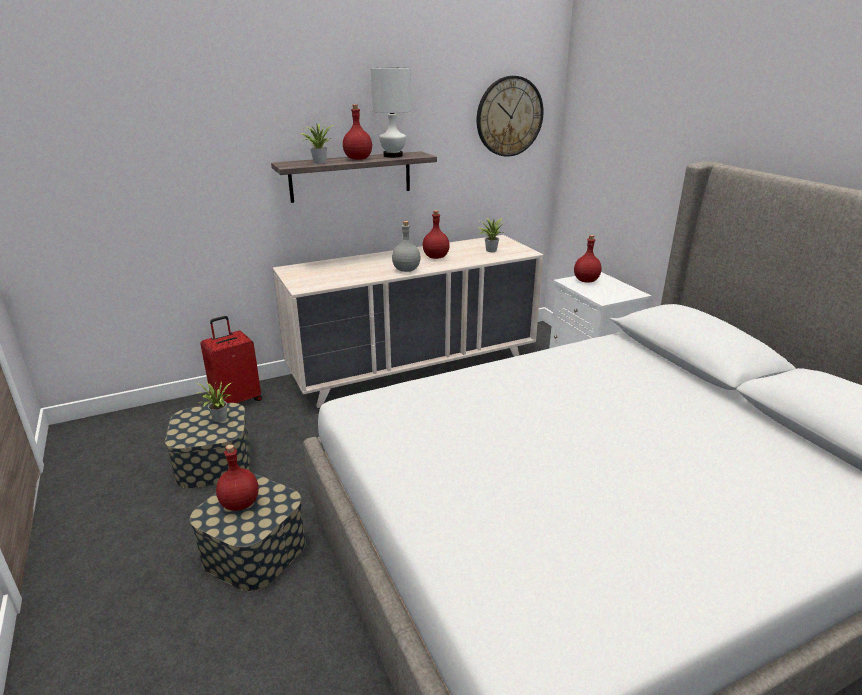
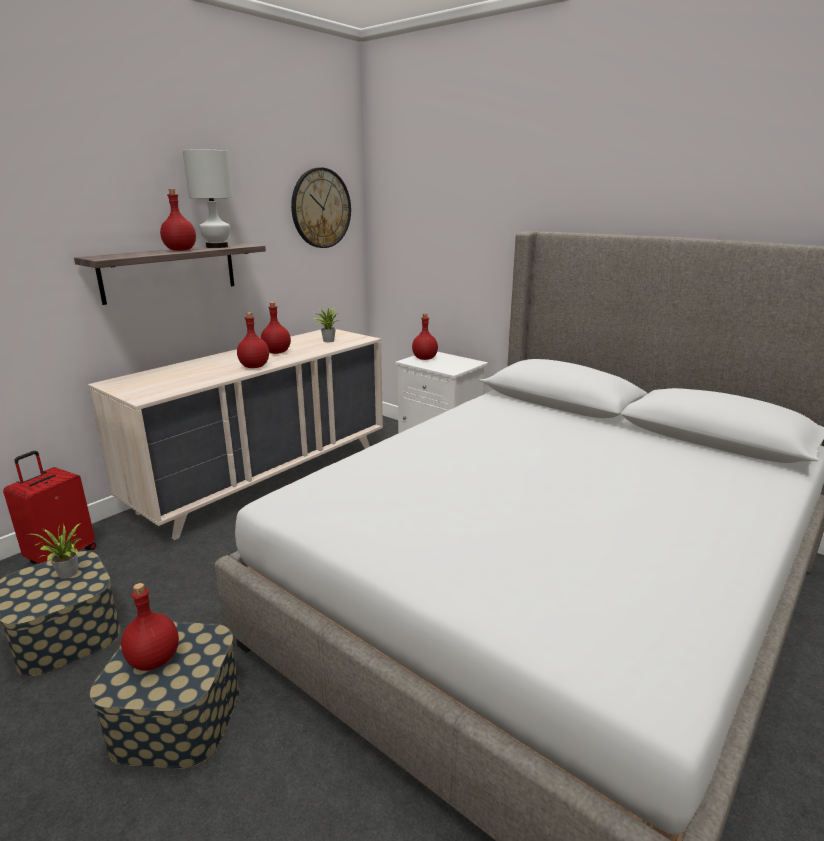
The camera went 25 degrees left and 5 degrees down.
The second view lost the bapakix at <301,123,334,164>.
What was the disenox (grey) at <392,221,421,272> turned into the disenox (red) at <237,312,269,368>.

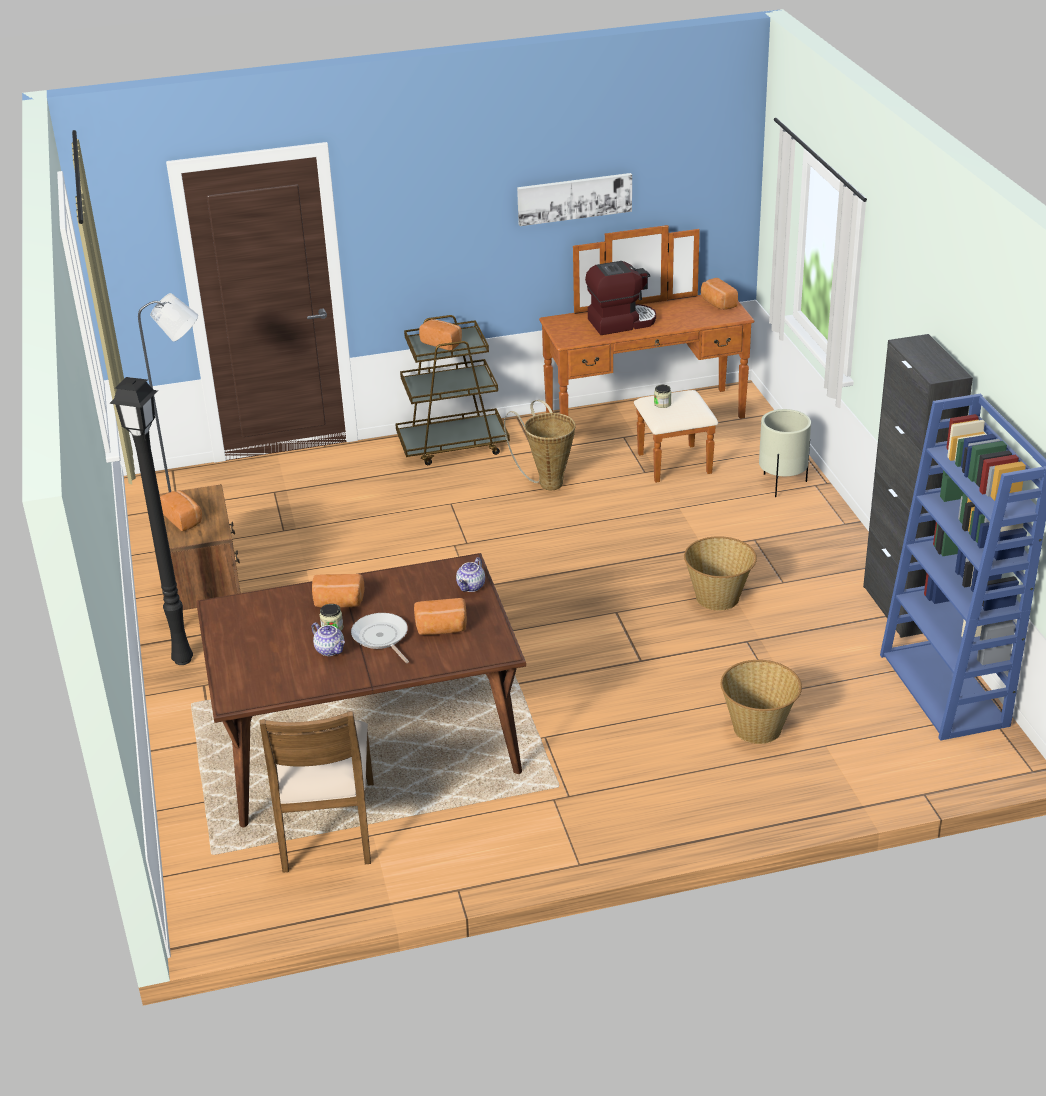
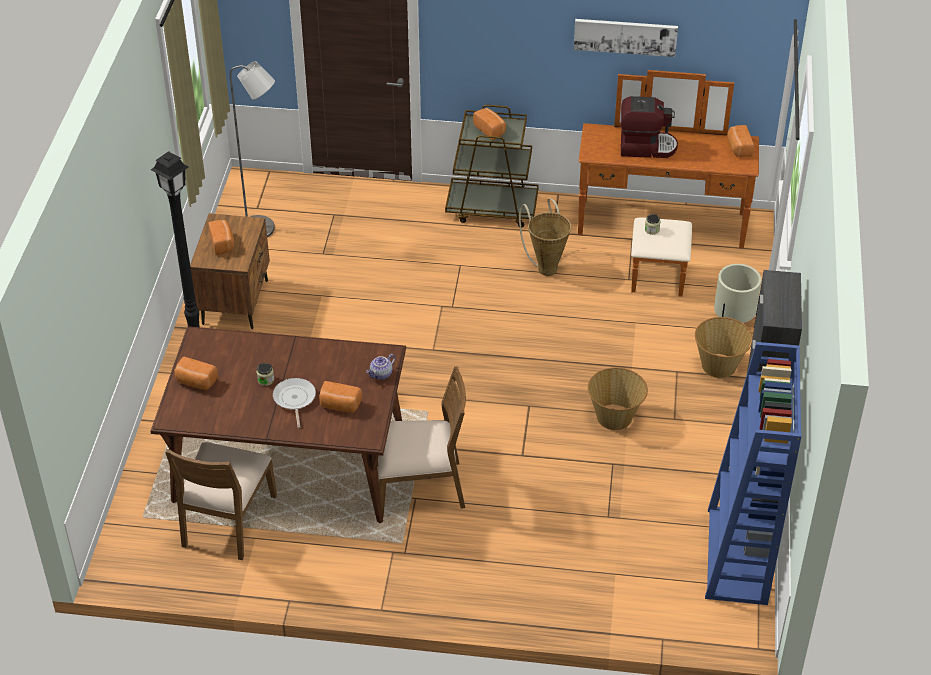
The camera went 20 degrees right and 10 degrees up.
The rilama ended up elsewhere, having gone from <312,574,364,608> to <174,357,218,390>.
The second view lost the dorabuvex at <312,623,345,656>.
The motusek ended up elsewhere, having gone from <721,660,802,744> to <695,317,753,378>.
The second view gained the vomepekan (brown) at <377,366,466,517>.

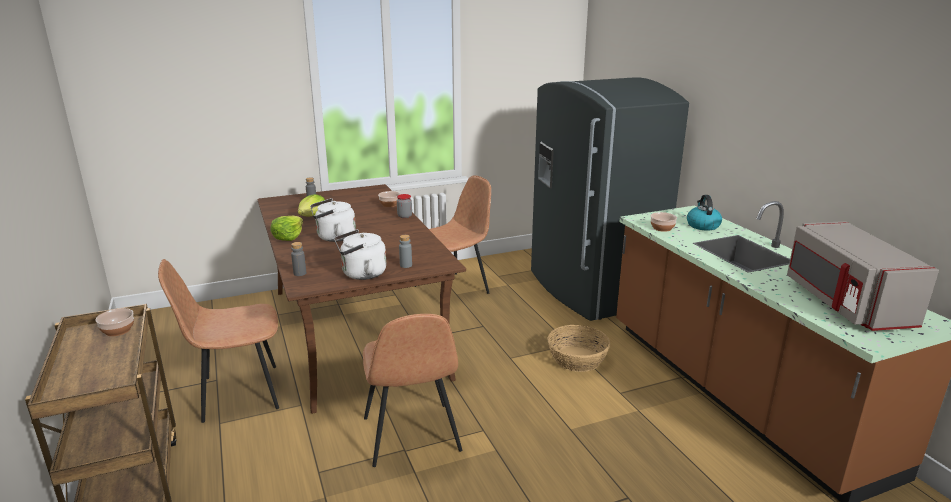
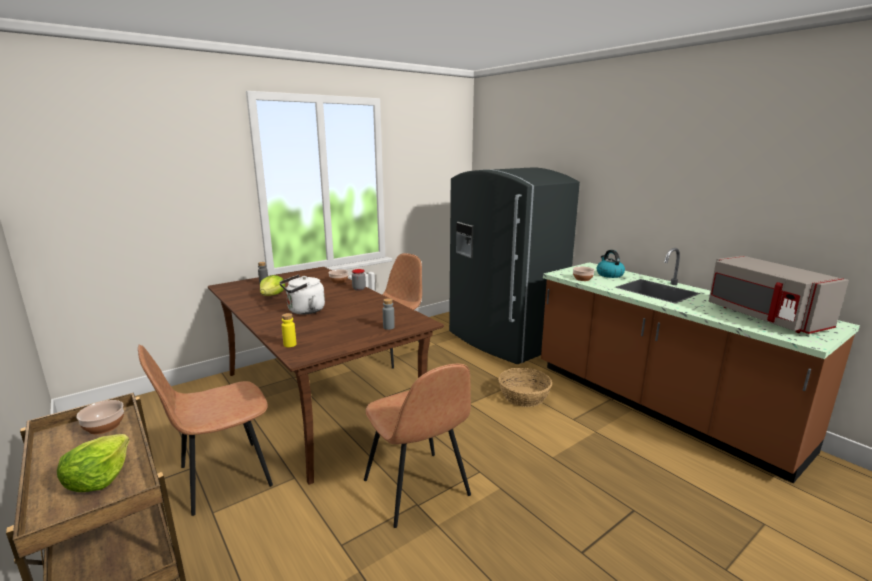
The camera went 15 degrees left and 5 degrees down.
The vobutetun ended up elsewhere, having gone from <270,216,303,241> to <57,434,130,492>.
The second view lost the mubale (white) at <334,229,386,280>.
What was the disenox (grey) at <291,242,306,276> turned into the disenox (yellow) at <281,313,297,347>.

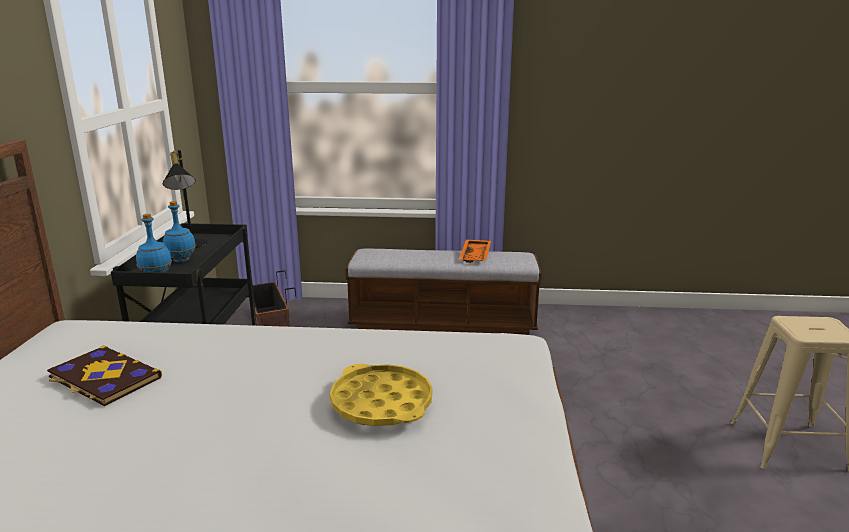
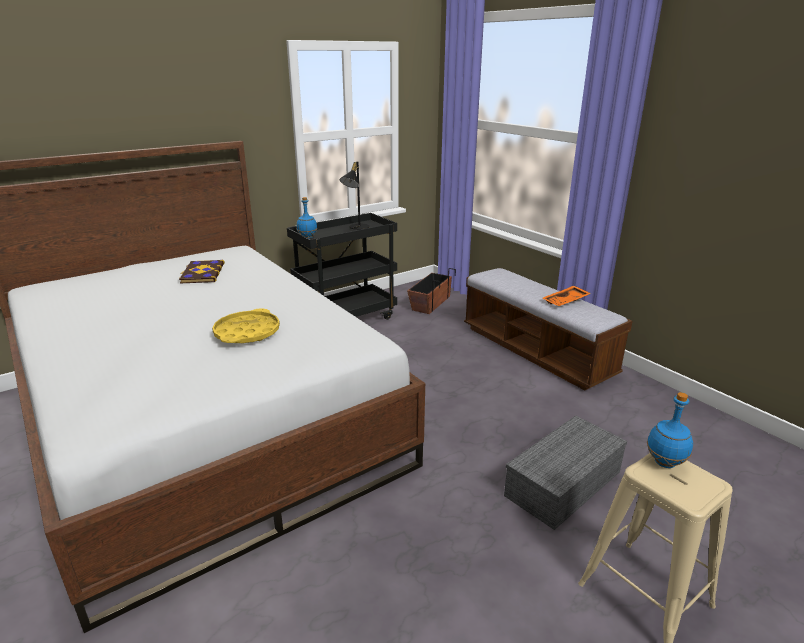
The camera went 50 degrees right and 5 degrees up.
The disenox (blue) ended up elsewhere, having gone from <163,201,196,262> to <647,392,693,468>.
The second view gained the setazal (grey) at <504,416,627,530>.

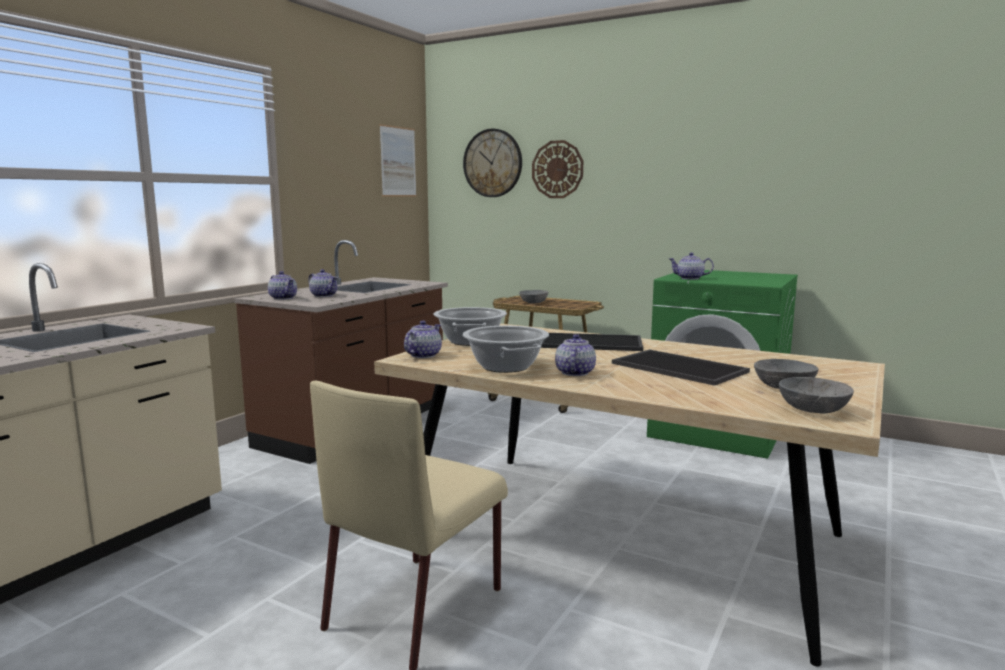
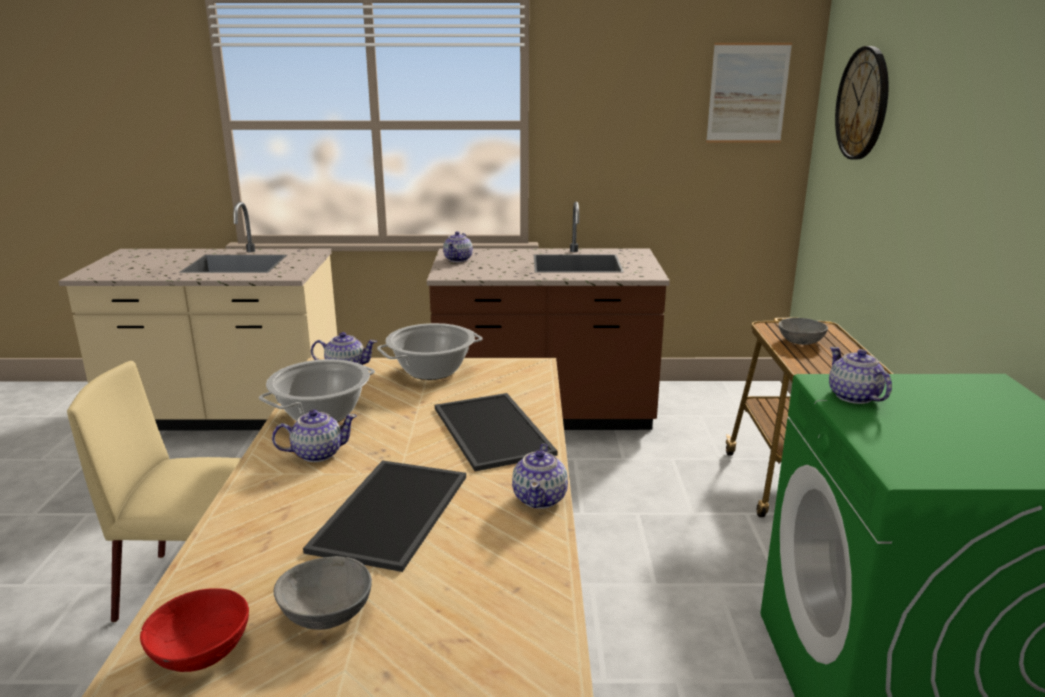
The camera went 60 degrees right and 10 degrees up.
The second view lost the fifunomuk at <532,140,583,198>.
The dorabuvex ended up elsewhere, having gone from <308,269,338,297> to <512,443,568,509>.
What was the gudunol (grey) at <779,377,854,413> turned into the gudunol (red) at <140,588,249,672>.

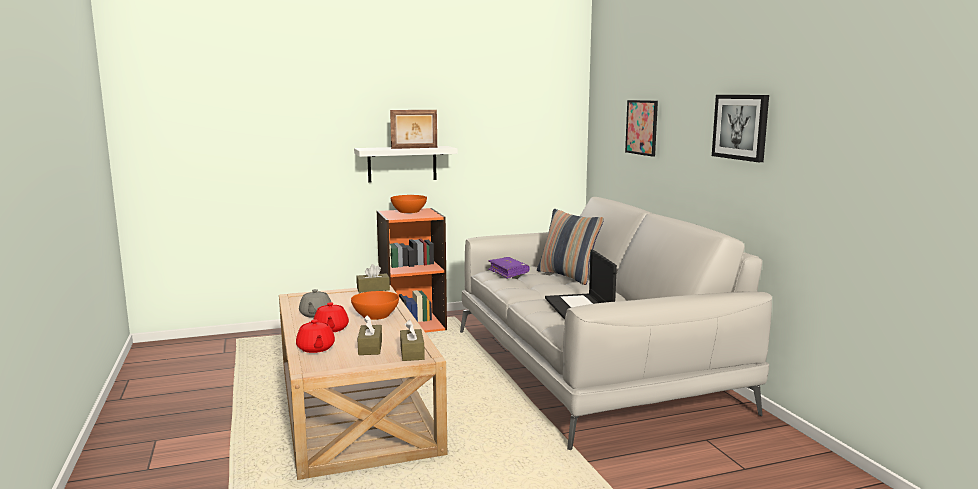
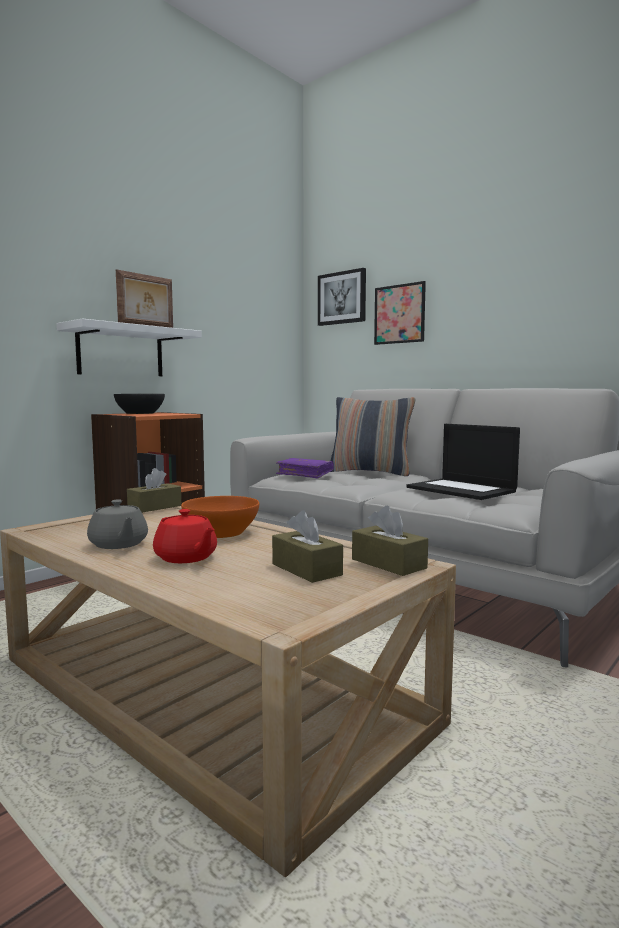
The camera went 30 degrees left and 5 degrees down.
The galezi ended up elsewhere, having gone from <712,95,769,162> to <318,268,366,326>.
What was the gudunol (orange) at <391,195,427,213> turned into the gudunol (black) at <114,394,165,414>.
The second view lost the dorabuvex (red) at <296,320,335,353>.

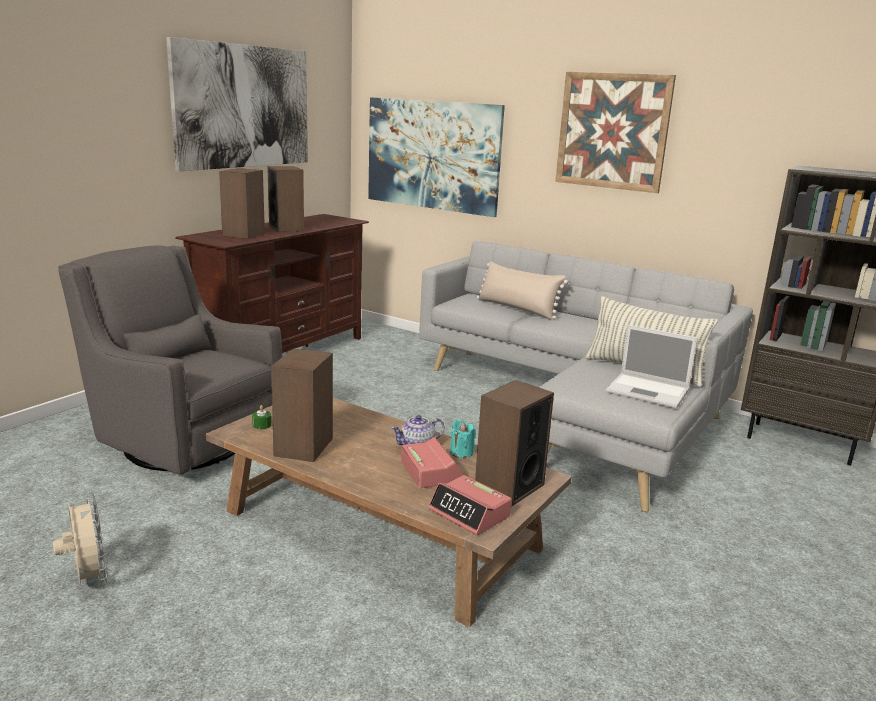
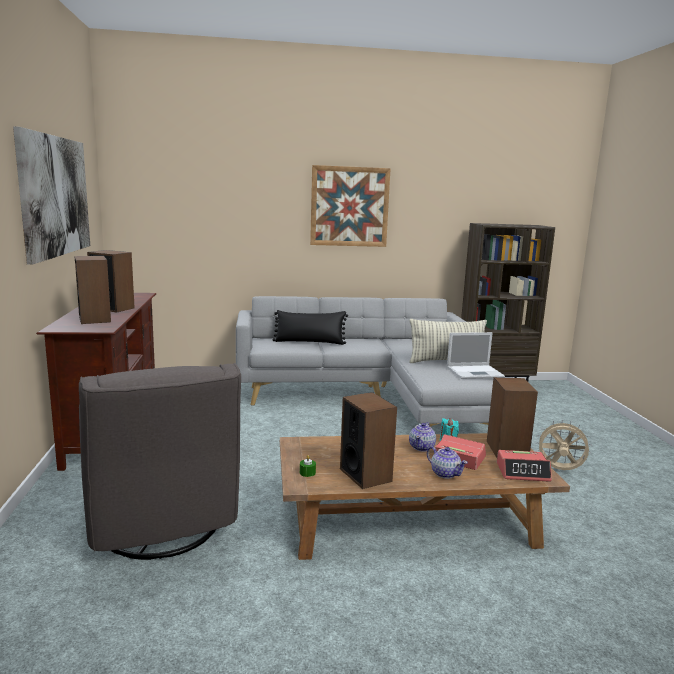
The camera went 40 degrees left and 5 degrees down.
The second view lost the galezi at <368,97,505,217>.
The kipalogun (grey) at <58,245,283,475> ended up facing another way, 105 degrees counterclockwise from before.
What was the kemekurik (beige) at <477,261,568,320> turned into the kemekurik (black) at <272,310,348,345>.
The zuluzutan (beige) ended up elsewhere, having gone from <53,492,107,586> to <537,419,592,470>.
The second view gained the dorabuvex at <427,446,468,479>.

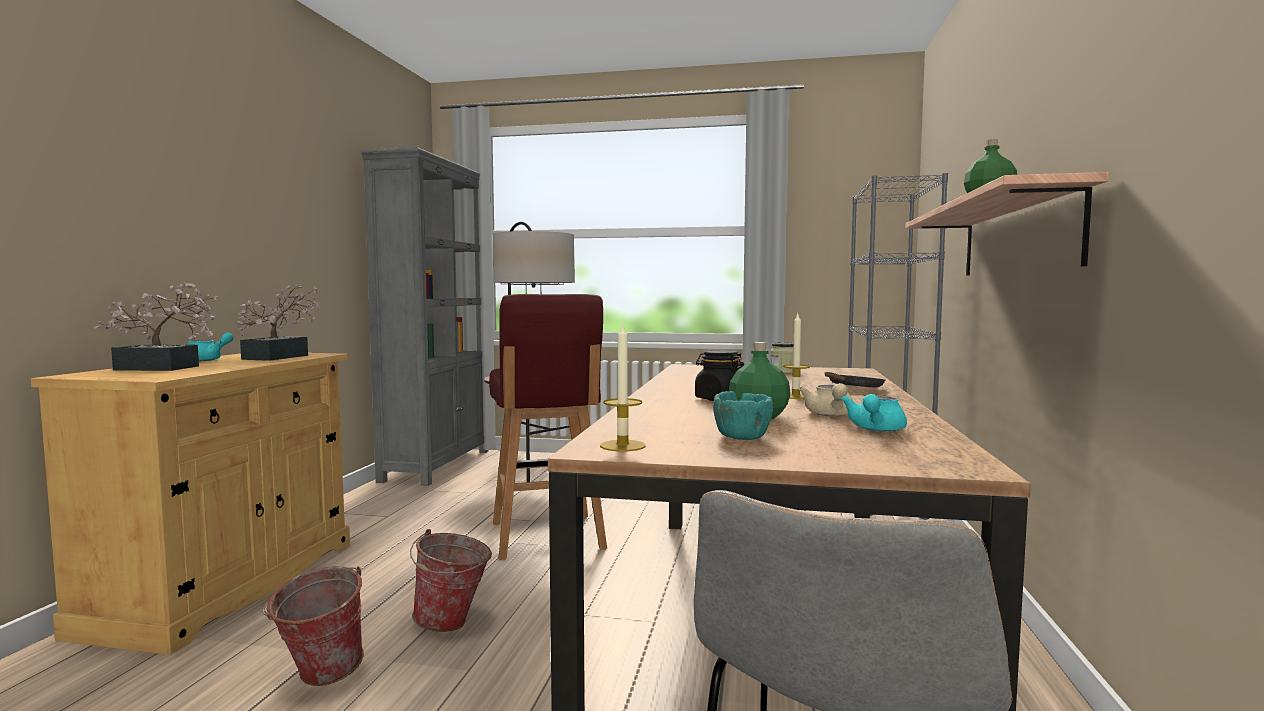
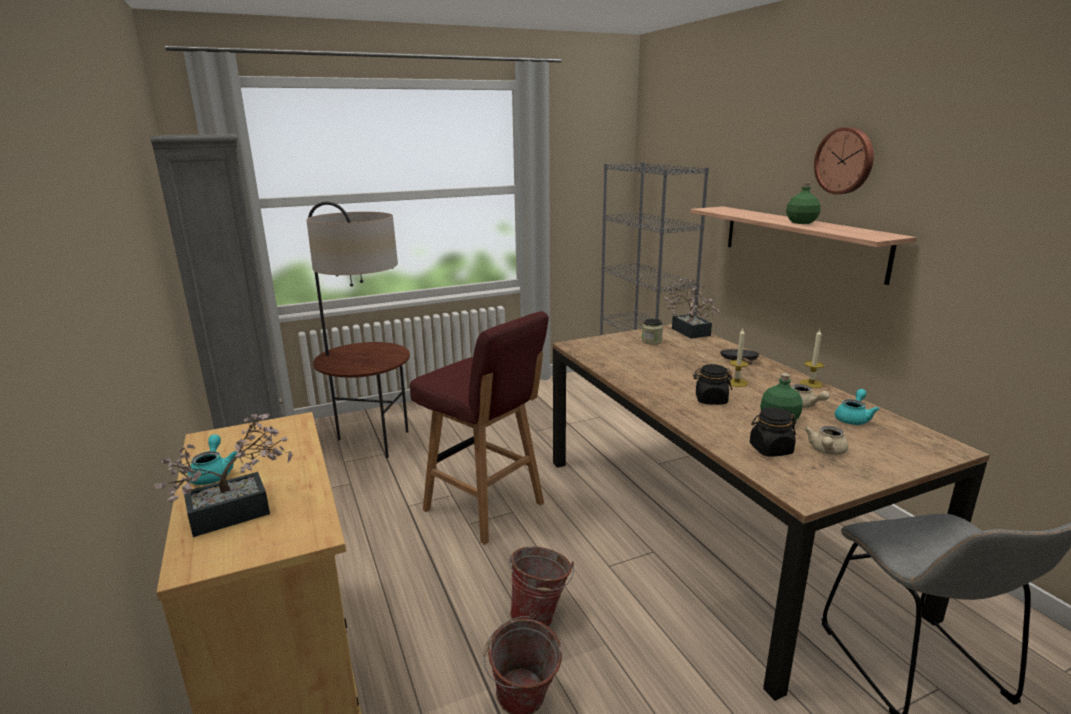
The camera went 35 degrees left and 15 degrees up.
The bapakix ended up elsewhere, having gone from <237,284,322,361> to <663,278,721,339>.
The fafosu ended up elsewhere, having gone from <600,323,646,451> to <800,329,824,388>.
Where the gudunol (turquoise) stood at <713,391,773,440>, the dorabuvex (beige) came to stand at <804,426,848,455>.
The dorabuvex (turquoise) at <841,394,907,432> ended up facing another way, 135 degrees counterclockwise from before.
The second view gained the fifunomuk at <814,127,874,194>.
The second view gained the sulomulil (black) at <750,407,796,457>.

